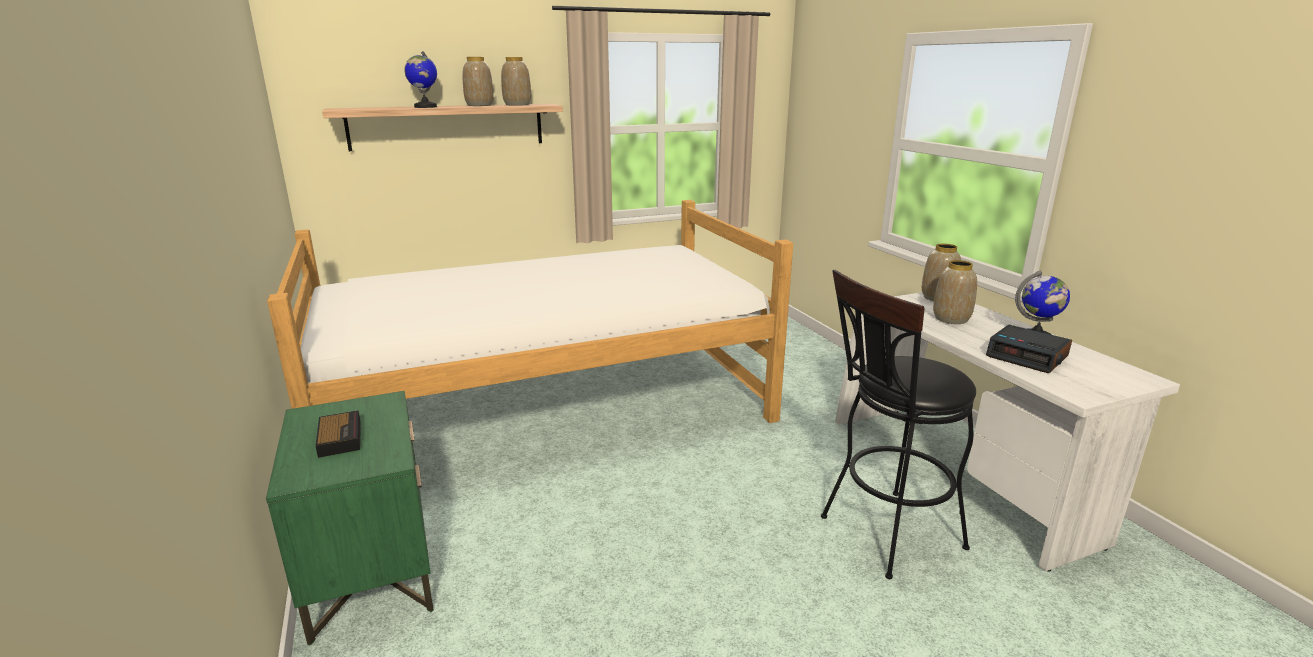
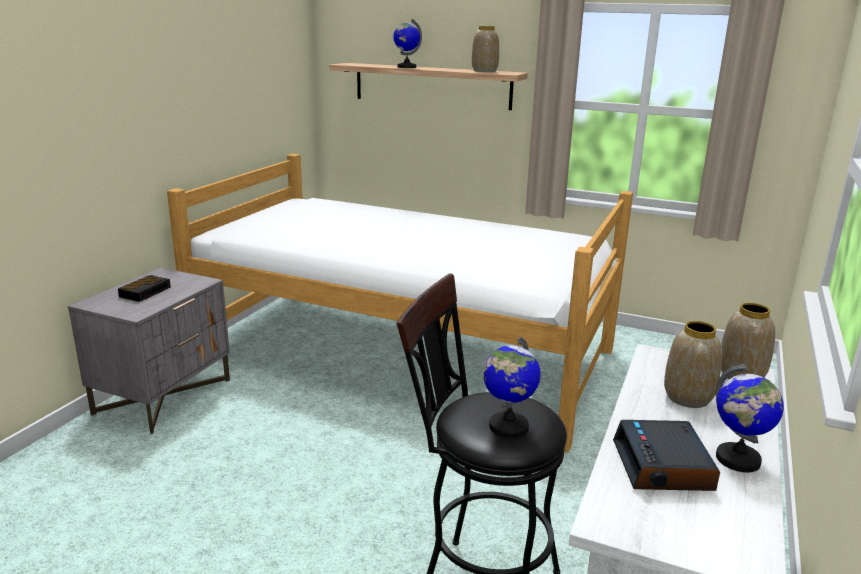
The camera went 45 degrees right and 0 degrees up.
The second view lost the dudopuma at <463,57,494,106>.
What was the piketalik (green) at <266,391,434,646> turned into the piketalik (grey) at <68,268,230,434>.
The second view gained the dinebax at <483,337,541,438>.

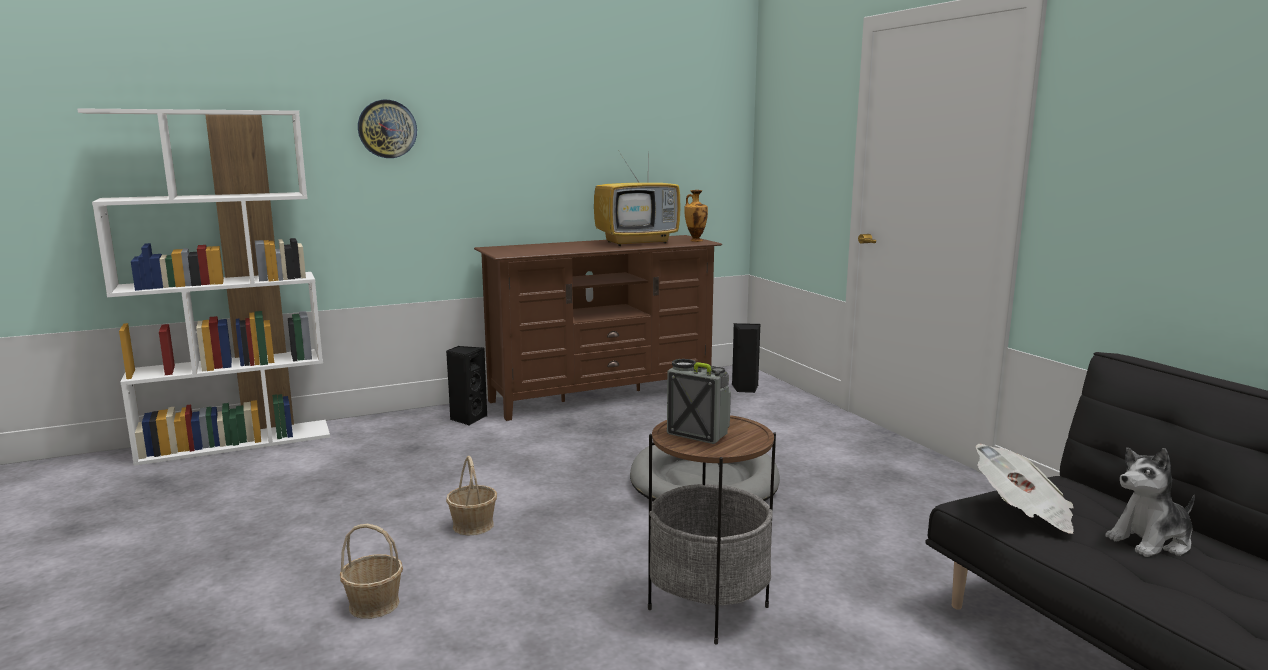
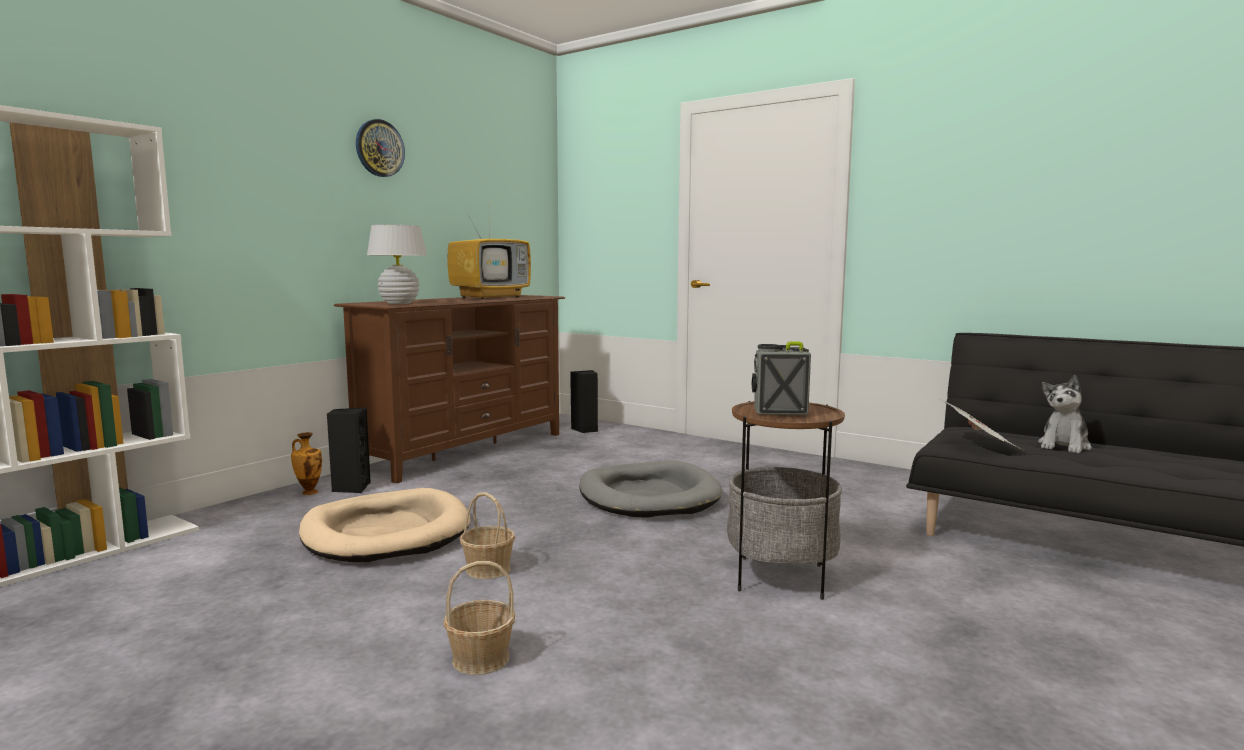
The camera went 30 degrees left and 5 degrees down.
The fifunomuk ended up elsewhere, having gone from <358,100,417,158> to <356,119,405,177>.
The dudopuma ended up elsewhere, having gone from <684,190,708,242> to <291,432,322,495>.
The second view gained the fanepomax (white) at <367,225,427,304>.
The second view gained the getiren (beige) at <299,488,471,562>.

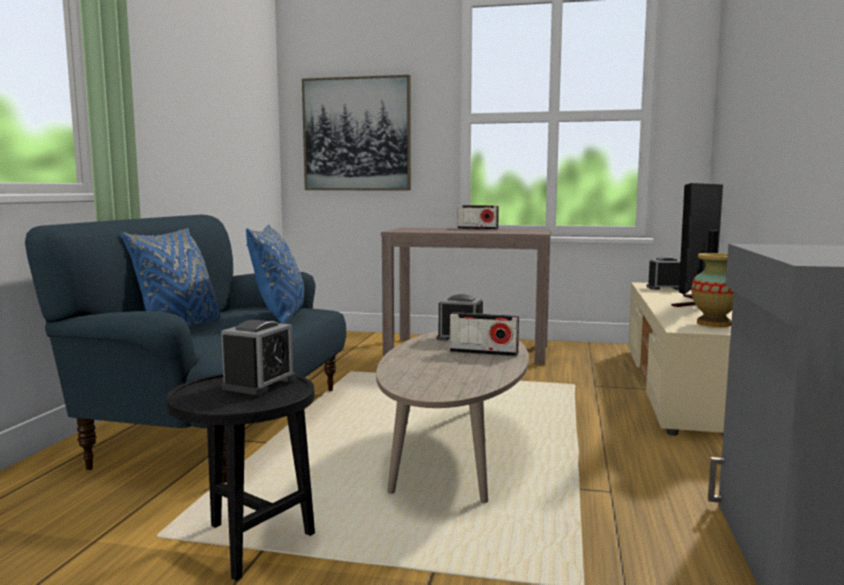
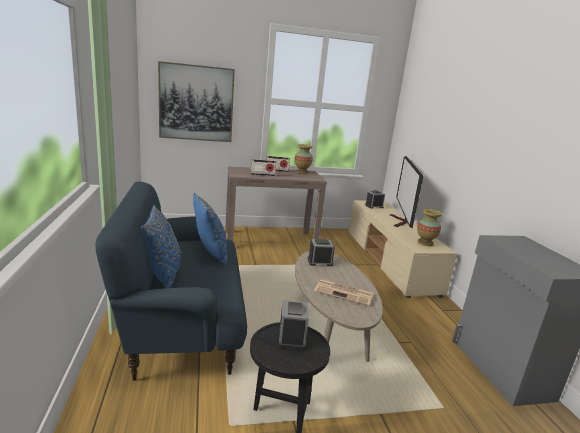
The camera went 25 degrees left and 10 degrees up.
The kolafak ended up elsewhere, having gone from <450,312,519,357> to <250,159,276,176>.
The second view gained the dudopuma at <295,144,313,174>.
The second view gained the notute at <314,279,373,306>.

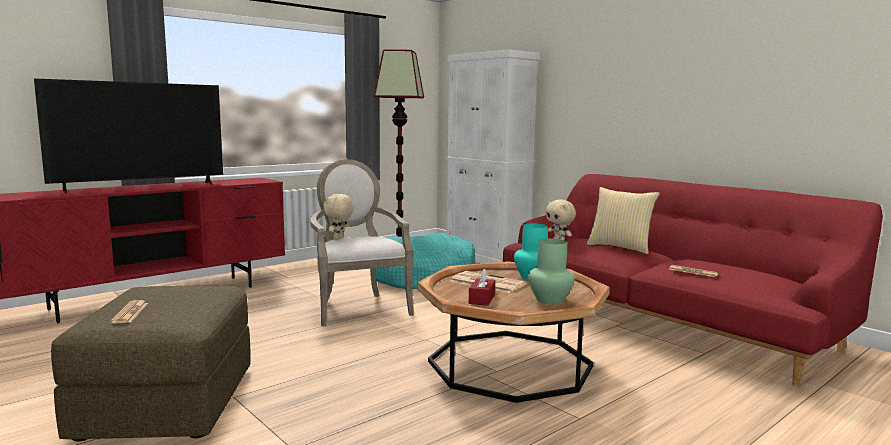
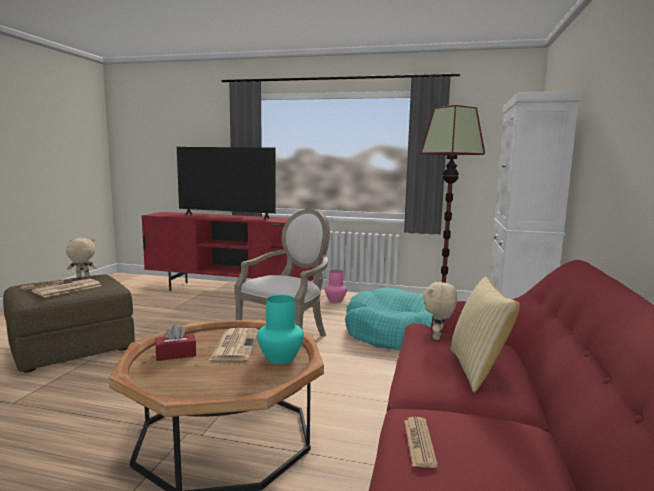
The camera went 55 degrees right and 0 degrees up.
The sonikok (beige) ended up elsewhere, having gone from <323,194,354,239> to <66,238,98,277>.
The second view lost the dudopuma (green) at <528,239,575,305>.
The second view gained the dudopuma (pink) at <325,270,347,303>.
The second view gained the notute at <32,278,101,297>.

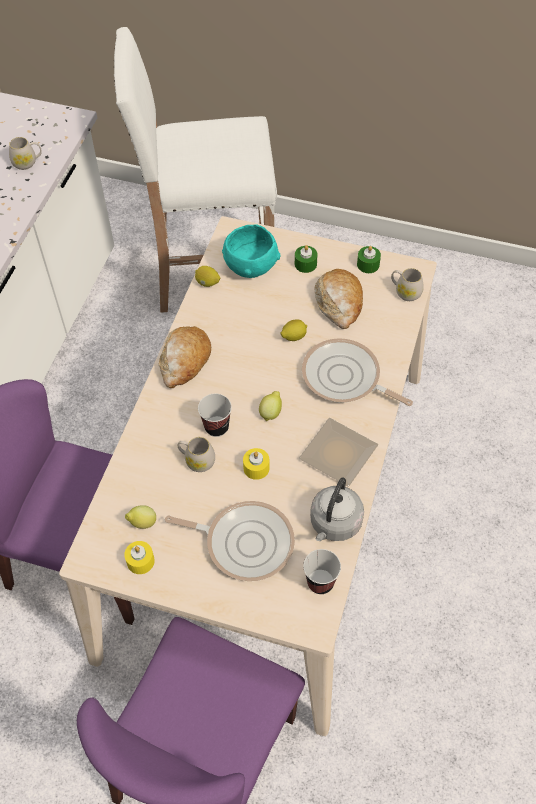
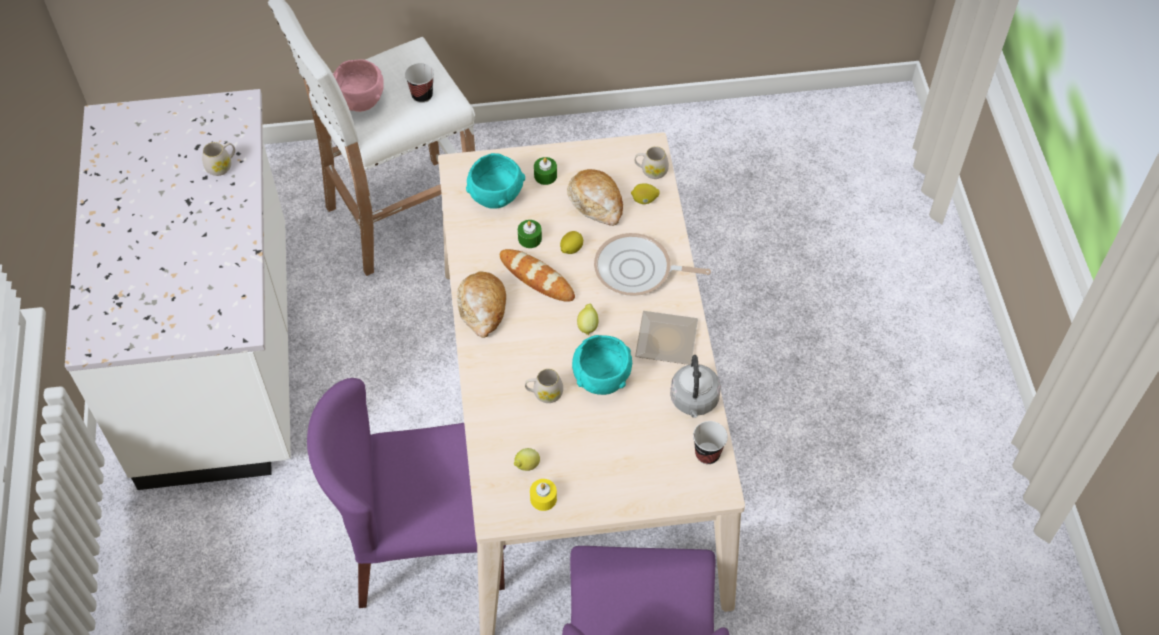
The camera went 25 degrees left and 0 degrees up.
The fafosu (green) ended up elsewhere, having gone from <357,246,381,273> to <518,220,542,248>.
The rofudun ended up elsewhere, having gone from <195,266,220,287> to <631,183,659,204>.
The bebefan ended up elsewhere, having gone from <198,394,232,437> to <405,63,434,103>.
Where the fafosu (yellow) stood at <243,448,269,480>, the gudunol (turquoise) came to stand at <572,335,632,395>.
The second view lost the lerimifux at <165,501,295,581>.
The second view gained the gudunol (pink) at <333,59,384,112>.
The second view gained the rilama at <500,249,575,302>.

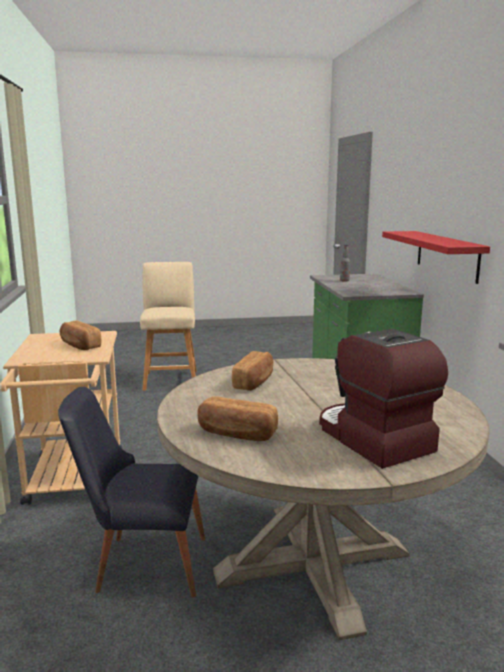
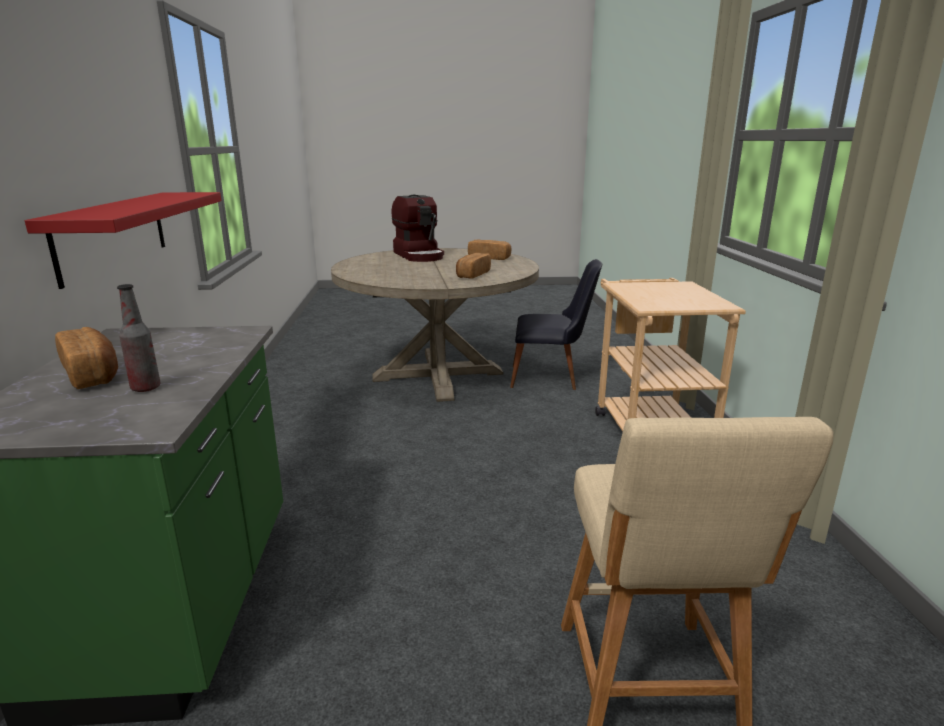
The camera went 175 degrees left and 5 degrees up.
The rilama ended up elsewhere, having gone from <60,320,101,350> to <55,327,118,389>.

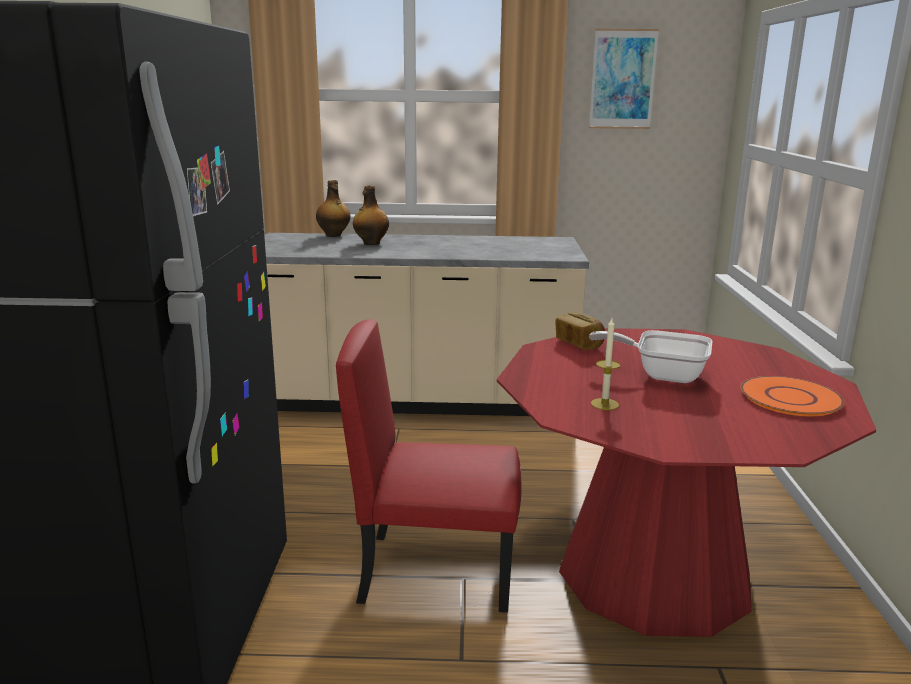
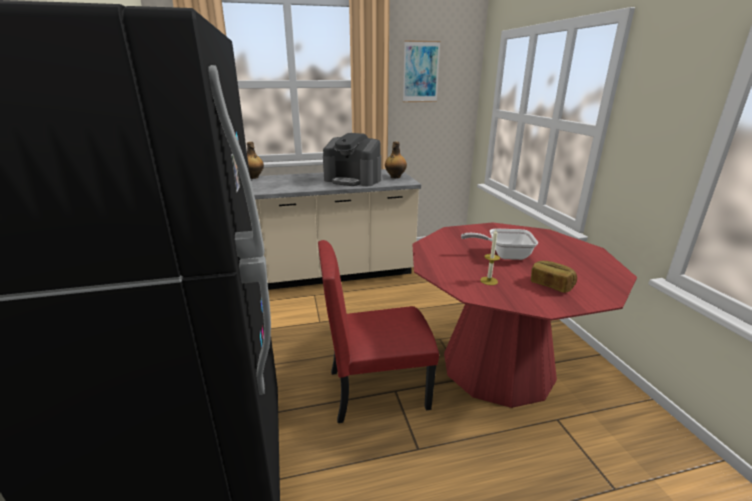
The camera went 15 degrees left and 5 degrees up.
The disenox ended up elsewhere, having gone from <353,186,389,245> to <385,142,407,178>.
The rilama ended up elsewhere, having gone from <556,312,605,349> to <531,261,577,293>.
The second view lost the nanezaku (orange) at <740,376,845,416>.
The second view gained the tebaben at <323,133,381,186>.

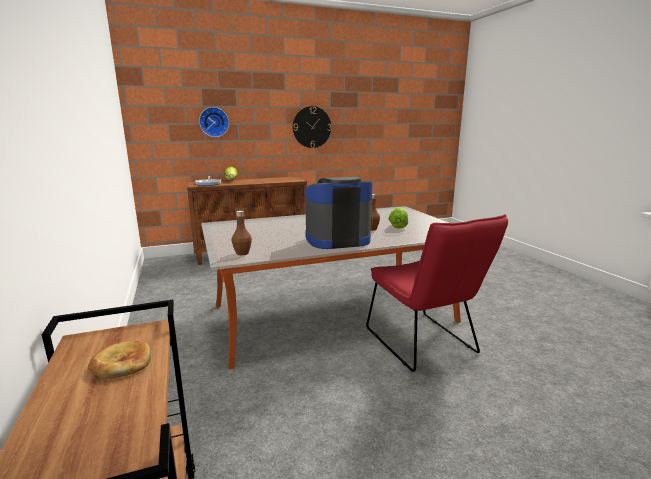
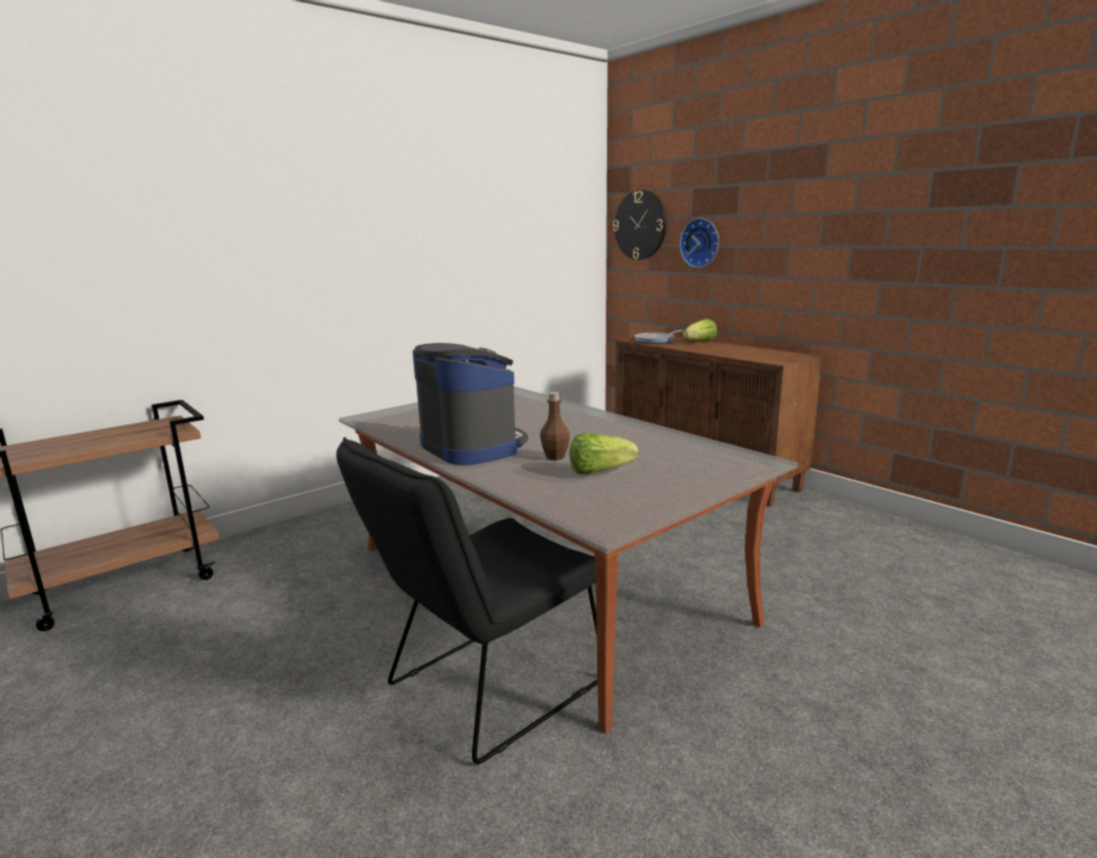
The camera went 70 degrees right and 0 degrees up.
The fifunomuk ended up elsewhere, having gone from <293,106,331,148> to <613,190,666,260>.
The second view lost the disenox (brown) at <231,211,252,255>.
What was the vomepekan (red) at <366,214,508,372> turned into the vomepekan (black) at <336,437,598,764>.
The second view lost the rilama at <88,341,151,378>.

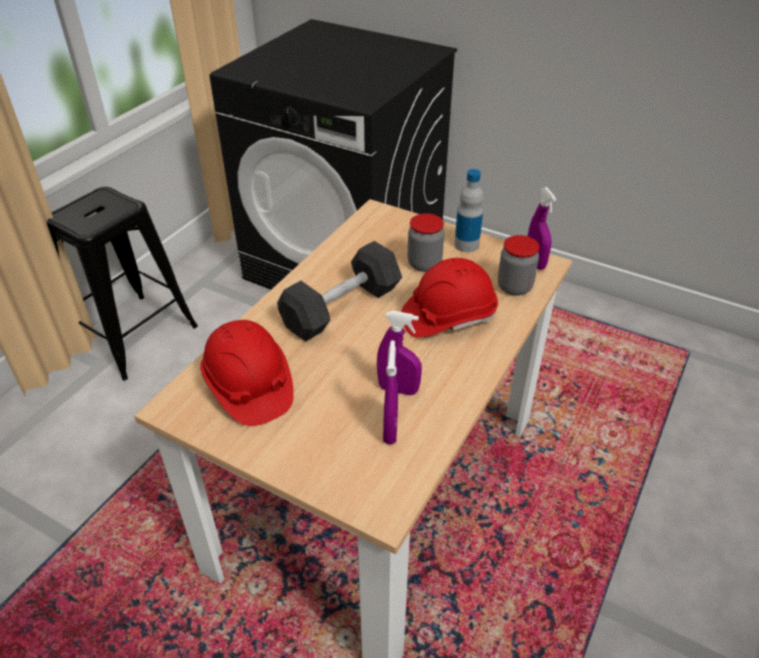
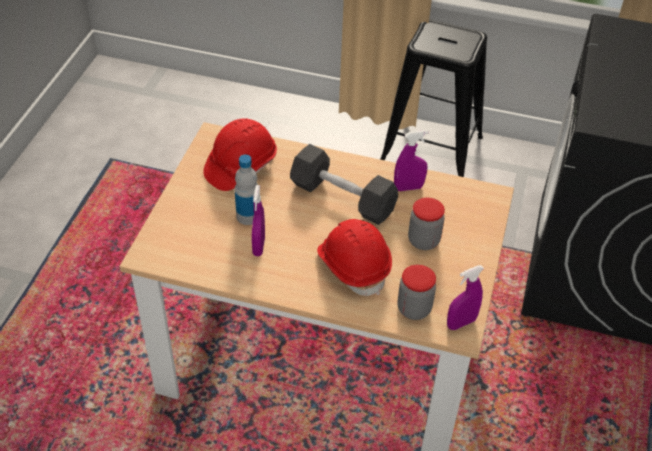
The camera went 75 degrees right and 5 degrees up.
The disenox ended up elsewhere, having gone from <454,169,483,252> to <235,155,258,225>.
The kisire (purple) ended up elsewhere, having gone from <383,340,398,445> to <394,130,429,191>.

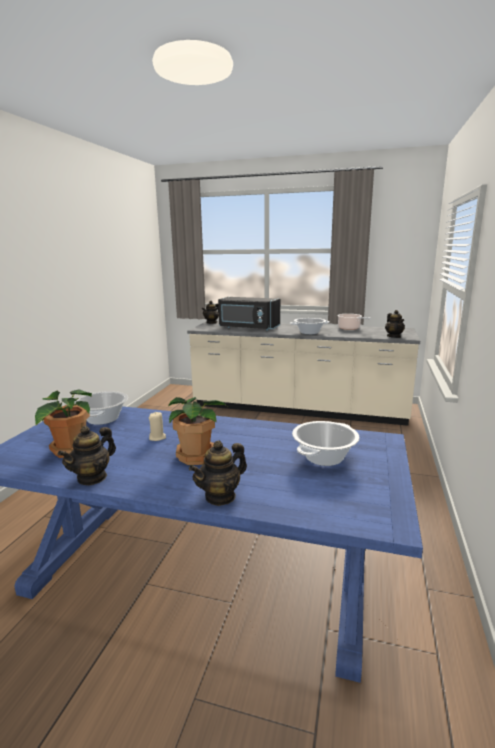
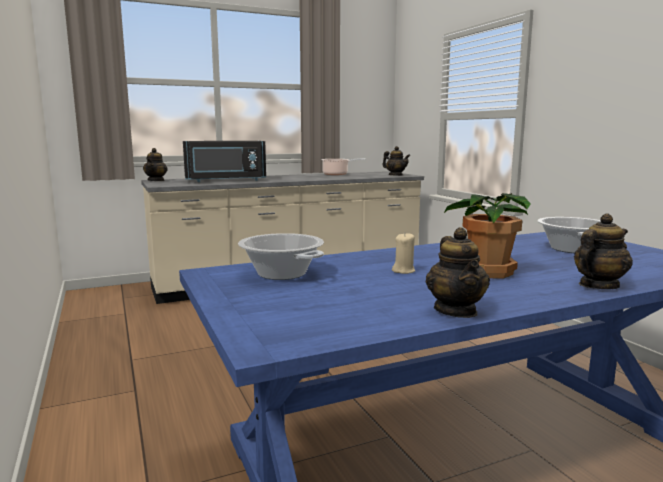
The camera went 40 degrees left and 5 degrees down.
The second view lost the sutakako at <290,318,330,335>.
The second view lost the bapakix at <35,389,92,458>.
The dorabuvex at <189,440,247,506> ended up facing another way, 135 degrees counterclockwise from before.

